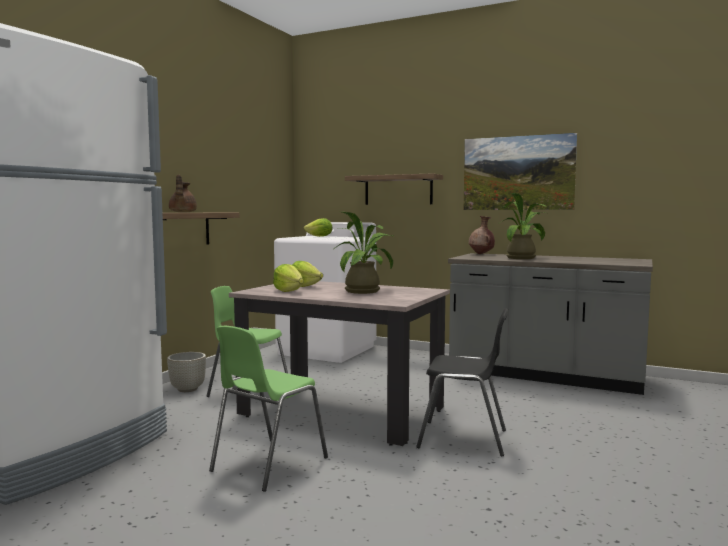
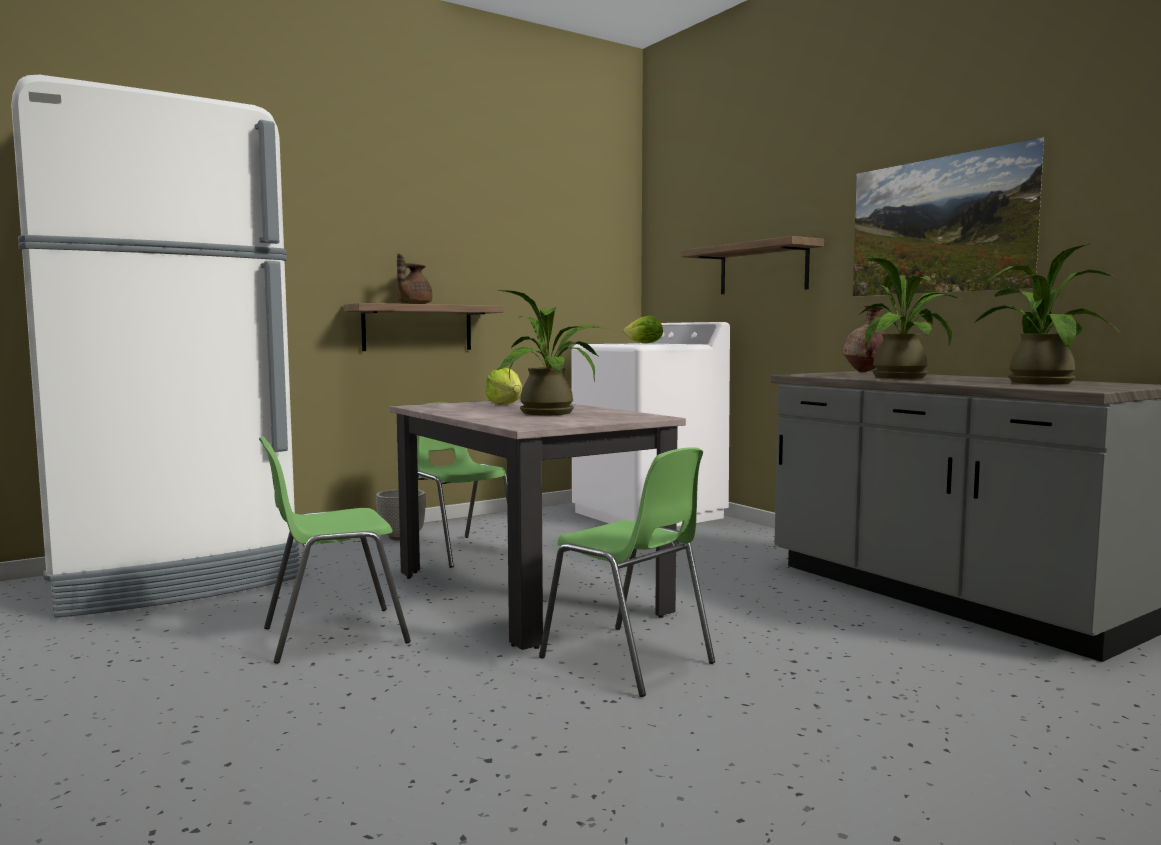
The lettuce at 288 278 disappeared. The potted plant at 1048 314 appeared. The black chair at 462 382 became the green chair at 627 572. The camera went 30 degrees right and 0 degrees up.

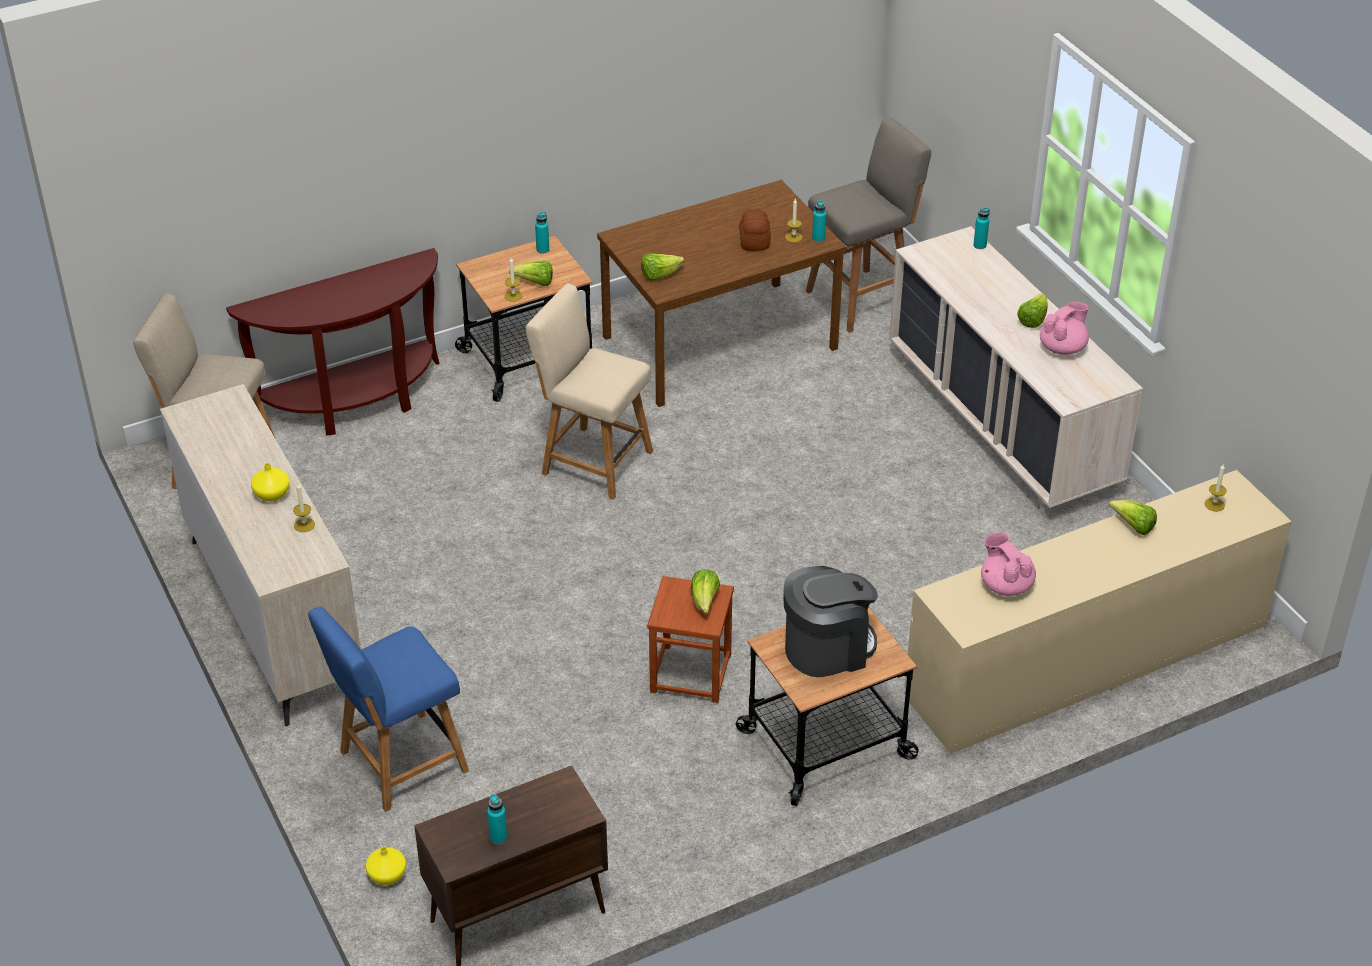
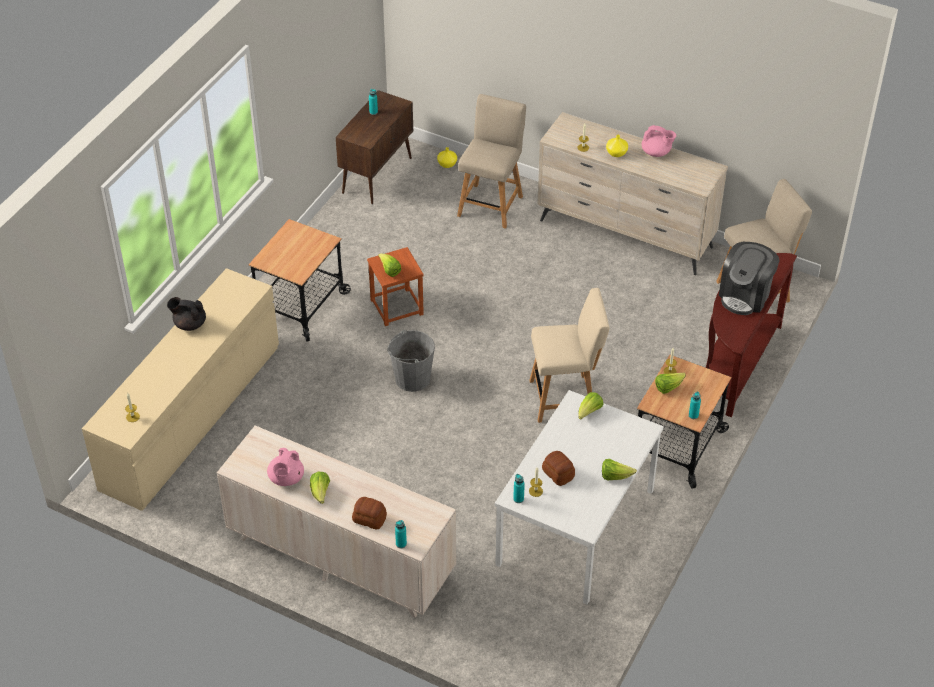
The grey stool at 868 225 disappeared. The black teapot at 186 314 appeared. The bread at 369 513 appeared. The grey bucket at 411 361 appeared. The coffee machine moved from 831 621 to 749 278. The pink teapot moved from 1008 564 to 659 141. The lettuce moved from 1133 517 to 619 469. The blue chair at 388 709 became the beige chair at 491 161. The brown dining table at 721 293 became the white dining table at 579 497. The camera went 145 degrees right and 5 degrees up.

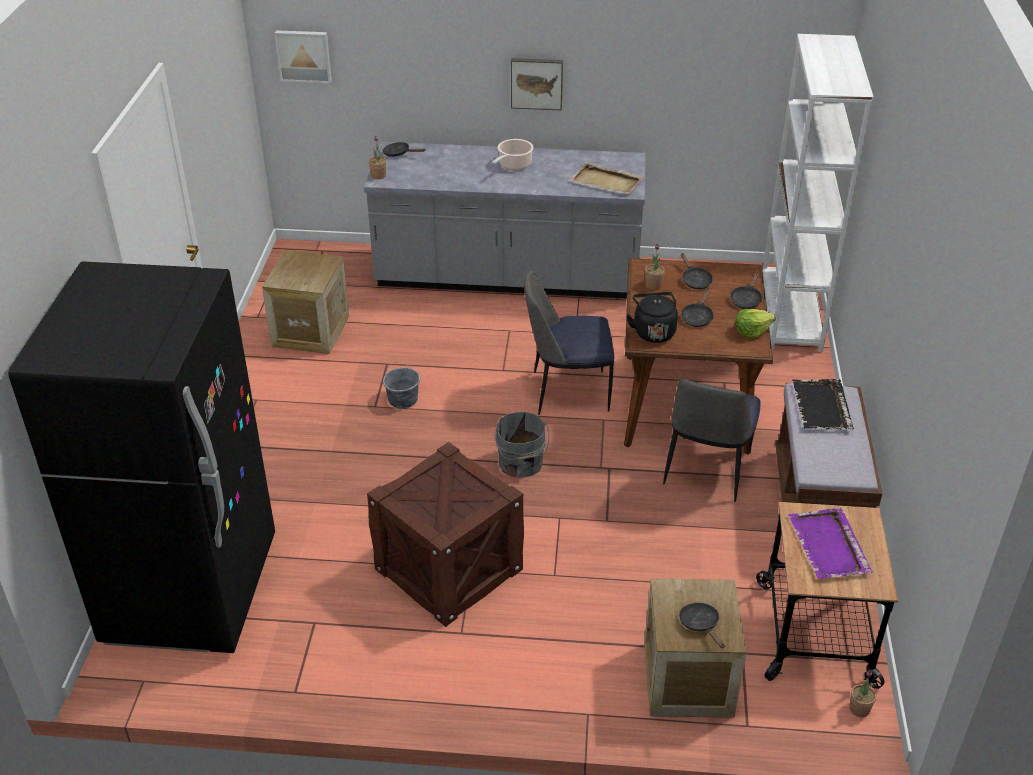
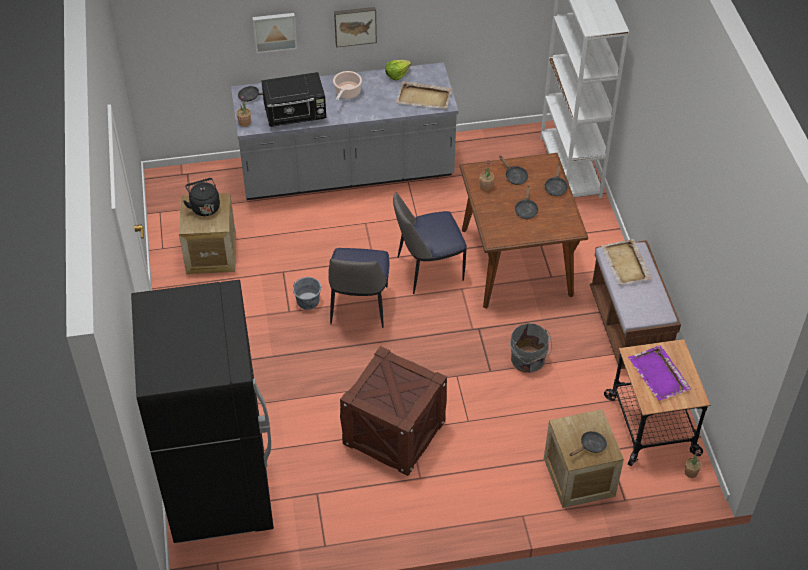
The black microwave at 293 99 appeared. The picture moved from 303 56 to 274 33. The grey bucket moved from 521 444 to 531 348. The black kettle moved from 652 317 to 201 197. The chair moved from 712 440 to 358 288. The lettuce moved from 755 324 to 398 70. The black tray at 823 404 became the beige tray at 626 262. The black frying pan at 702 626 turned 90 degrees clockwise. The camera went 15 degrees left and 10 degrees up.

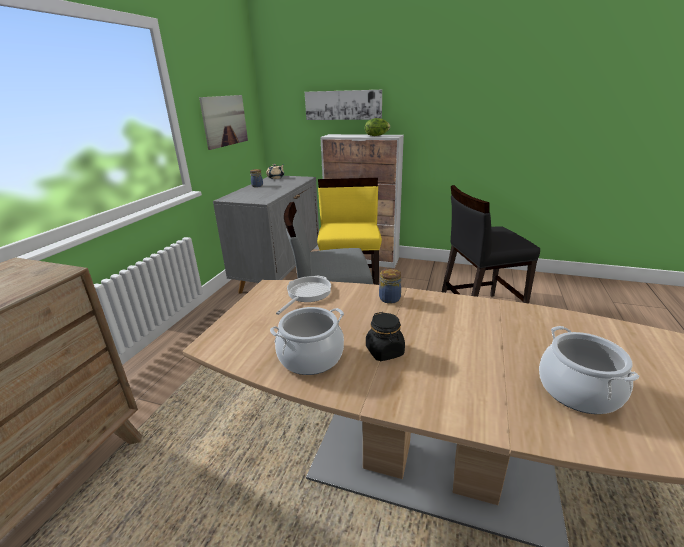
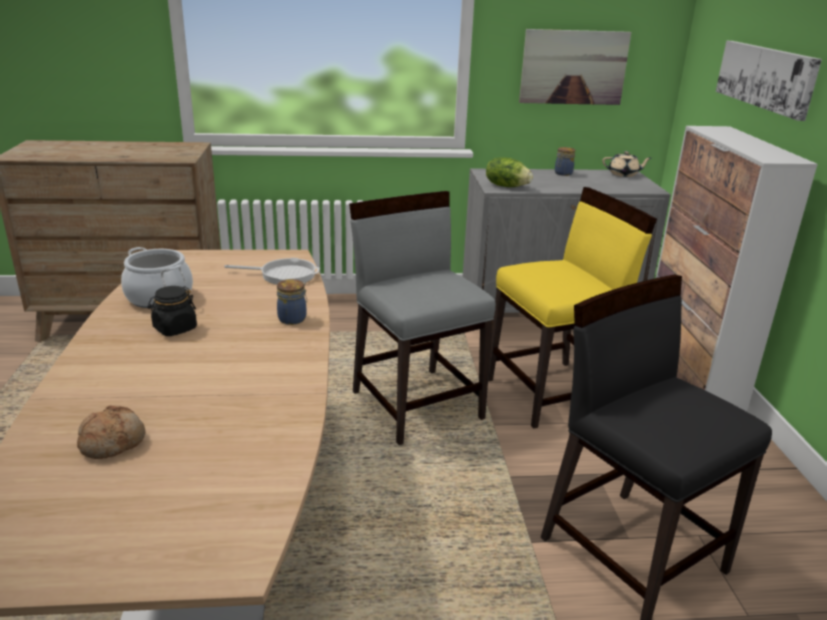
The lettuce moved from 377 127 to 509 172. The cooking pot at 589 370 was replaced by the bread at 111 432. The camera went 65 degrees right and 0 degrees up.

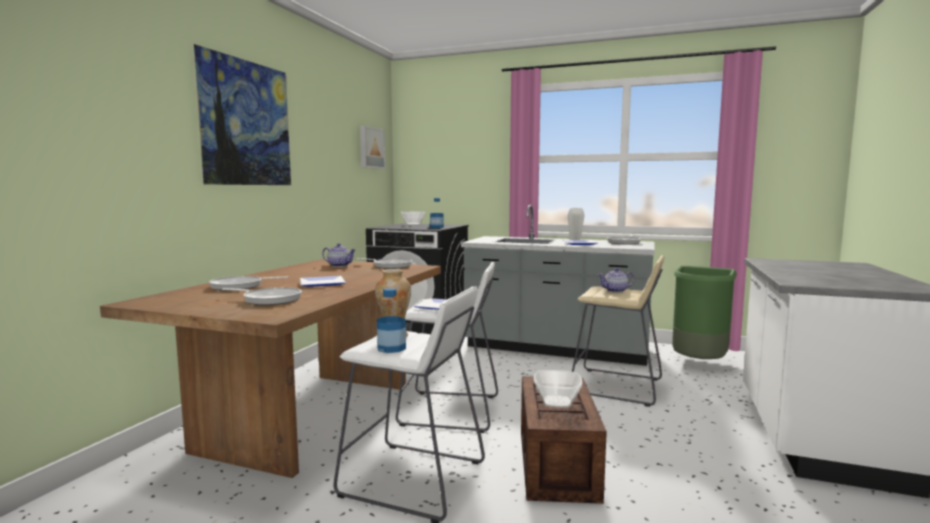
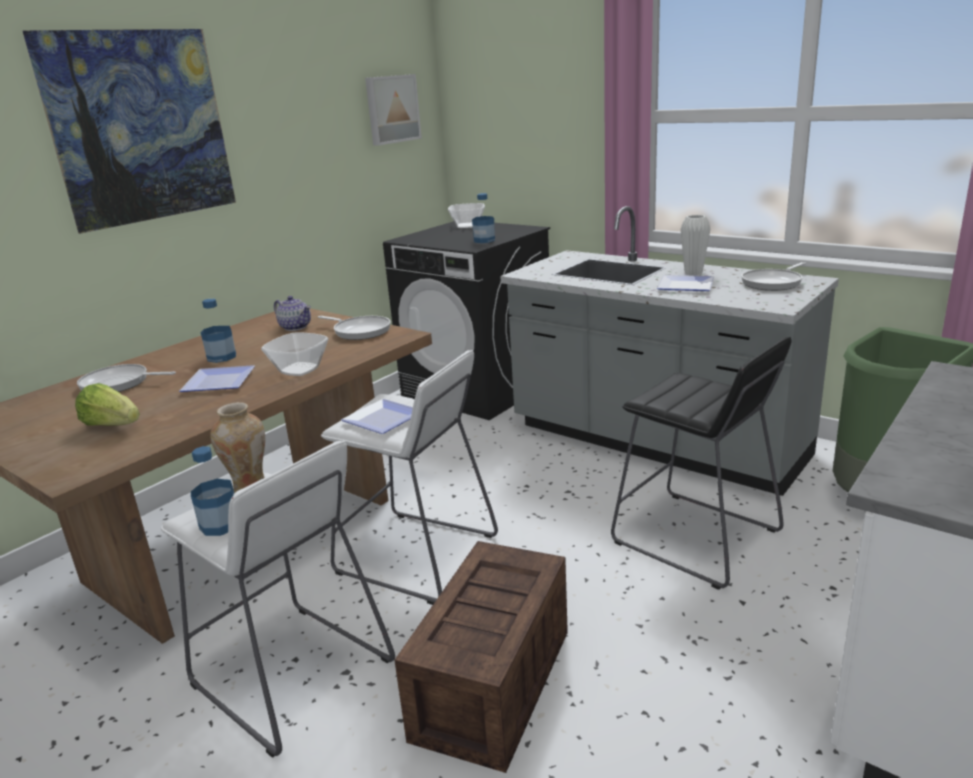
The teapot at 616 280 disappeared. The bottle at 218 331 appeared. The bowl moved from 558 389 to 294 354. The frying pan at 262 296 was replaced by the lettuce at 107 404. The beige stool at 618 331 became the black stool at 701 463. The camera went 20 degrees right and 15 degrees up.

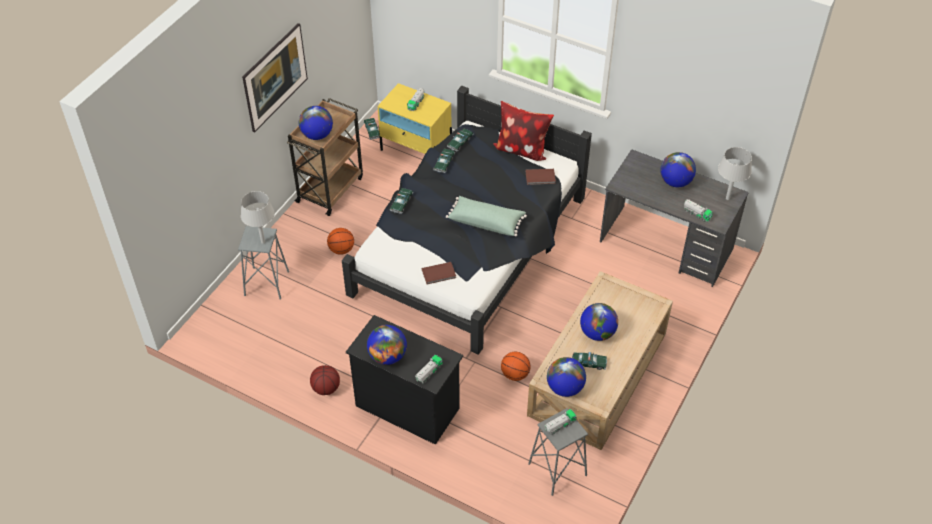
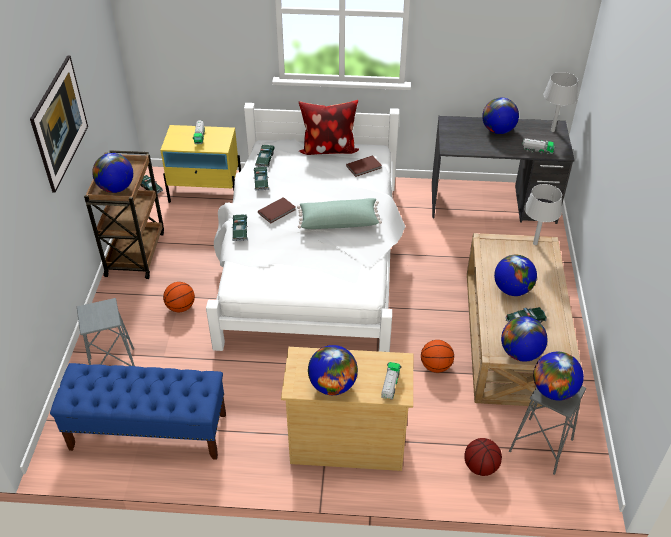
The blue bench at 138 411 appeared. The grey table lamp moved from 258 217 to 543 214. The basketball moved from 325 380 to 483 457. The brown book moved from 439 273 to 277 210. The toy truck at 560 422 was replaced by the globe at 558 376. The black bed at 467 220 became the white bed at 305 227. The black dresser at 404 380 became the beige dresser at 347 409. The camera went 25 degrees left and 5 degrees down.

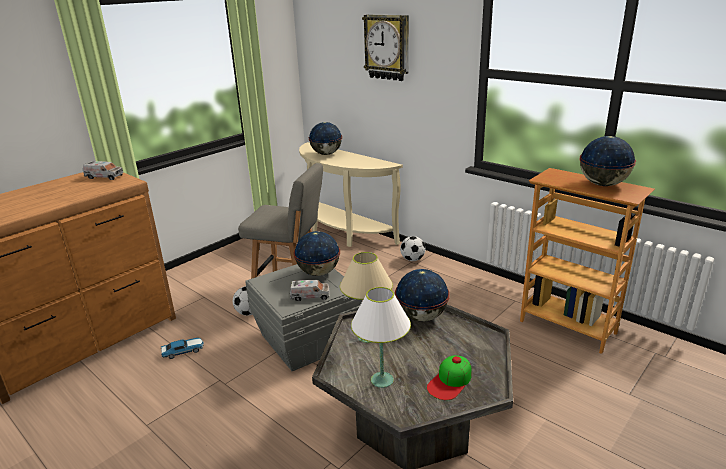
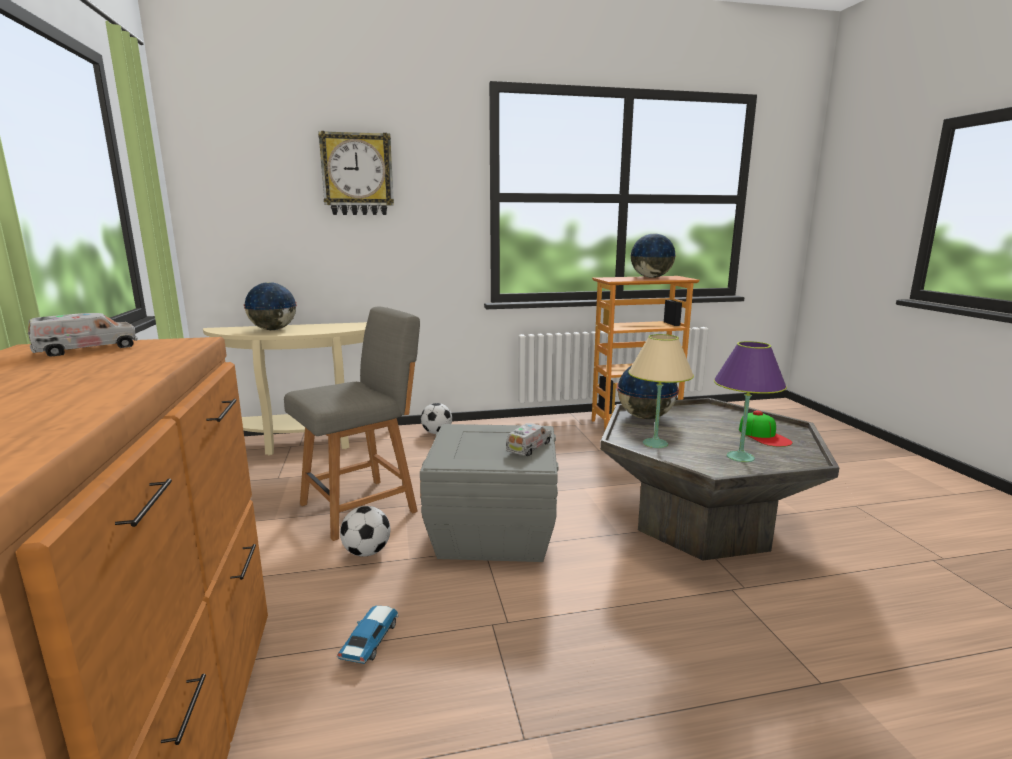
The globe at 317 253 disappeared. The white table lamp at 381 337 became the purple table lamp at 750 401. The camera went 55 degrees left and 10 degrees down.

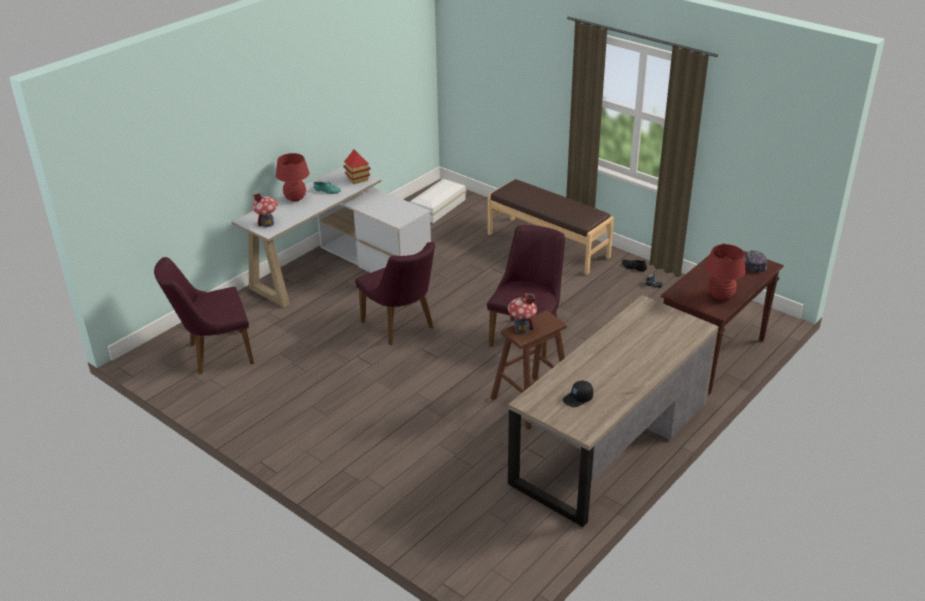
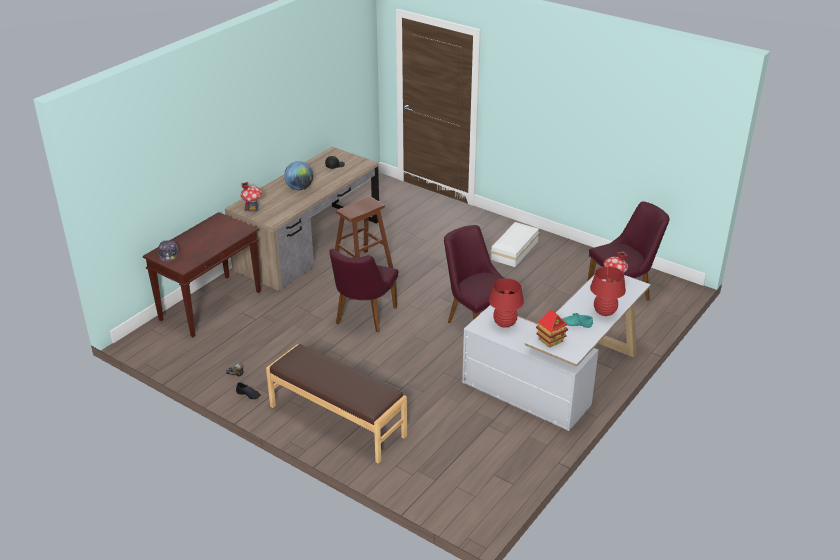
The globe at 298 175 appeared. The white storage box moved from 438 201 to 515 244. The toy house moved from 522 313 to 251 197. The red table lamp moved from 725 272 to 506 303. The camera went 175 degrees right and 0 degrees up.

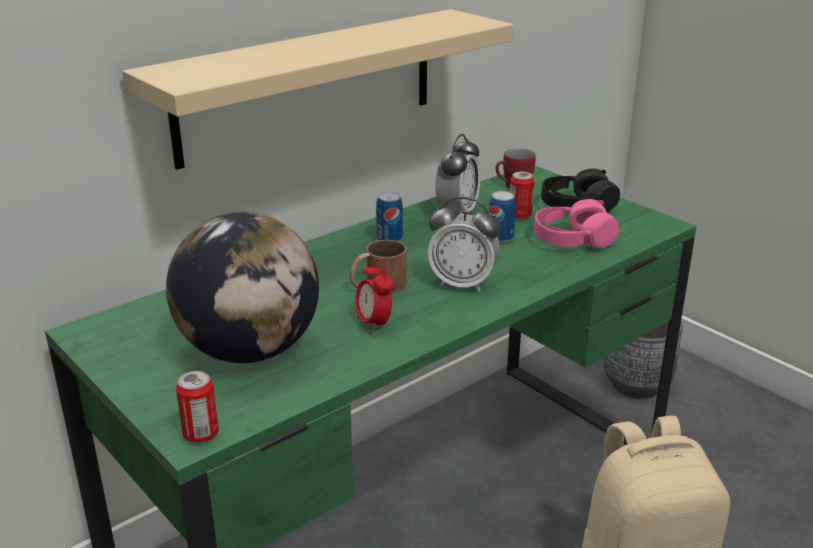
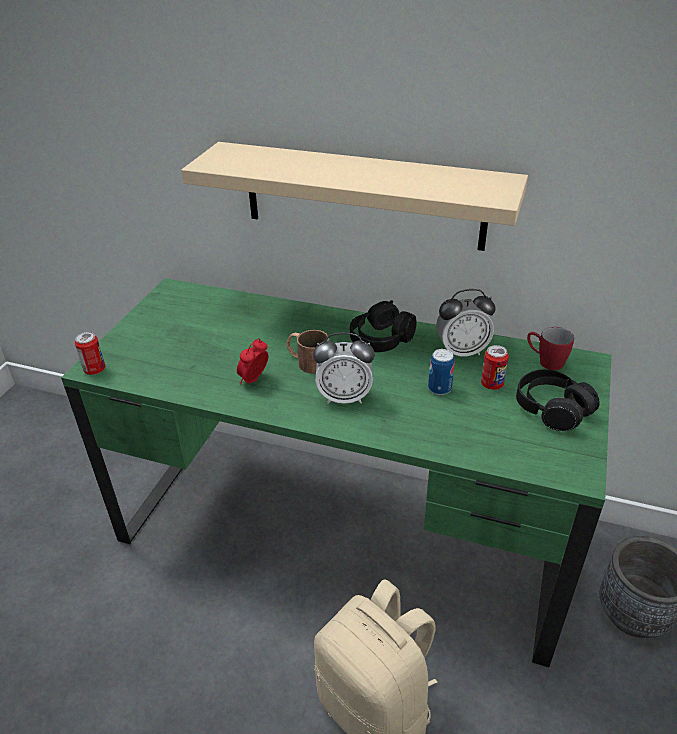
The globe at 242 287 disappeared. The pink headphones at 576 224 disappeared. The can at 389 216 was replaced by the black headphones at 383 326. The alarm clock at 464 244 turned 75 degrees counterclockwise. The camera went 60 degrees right and 10 degrees up.

